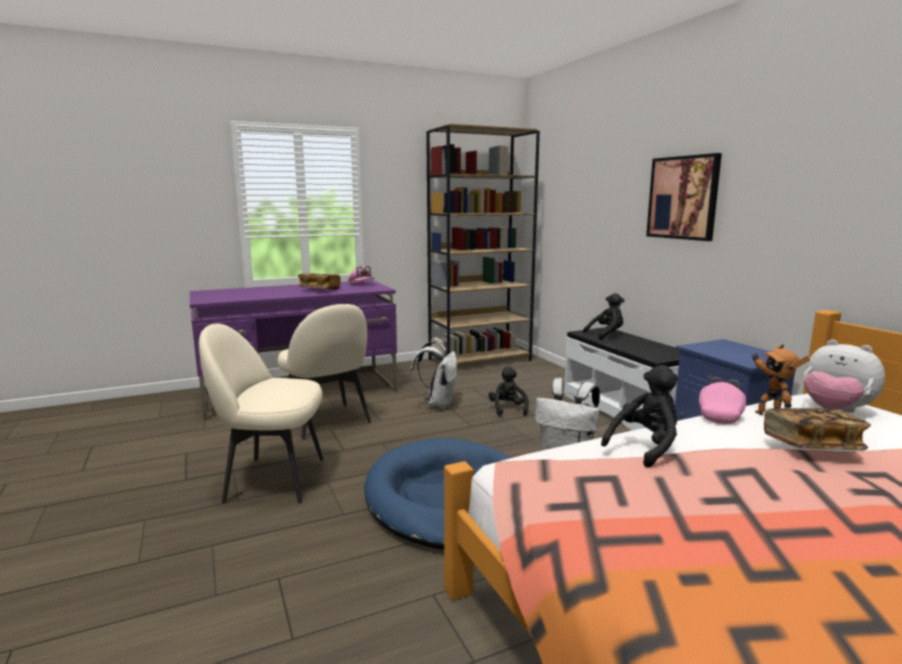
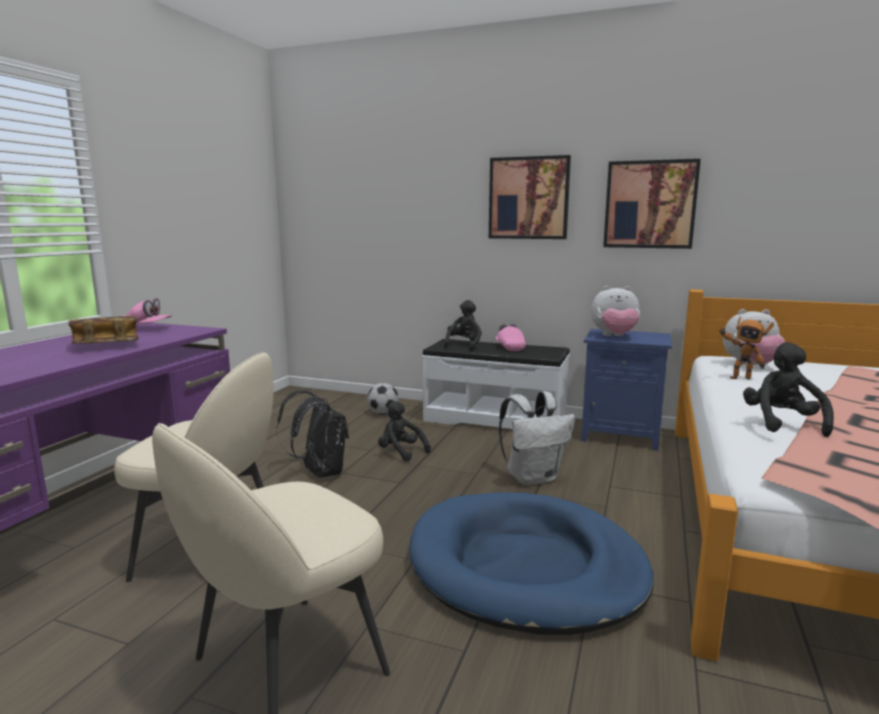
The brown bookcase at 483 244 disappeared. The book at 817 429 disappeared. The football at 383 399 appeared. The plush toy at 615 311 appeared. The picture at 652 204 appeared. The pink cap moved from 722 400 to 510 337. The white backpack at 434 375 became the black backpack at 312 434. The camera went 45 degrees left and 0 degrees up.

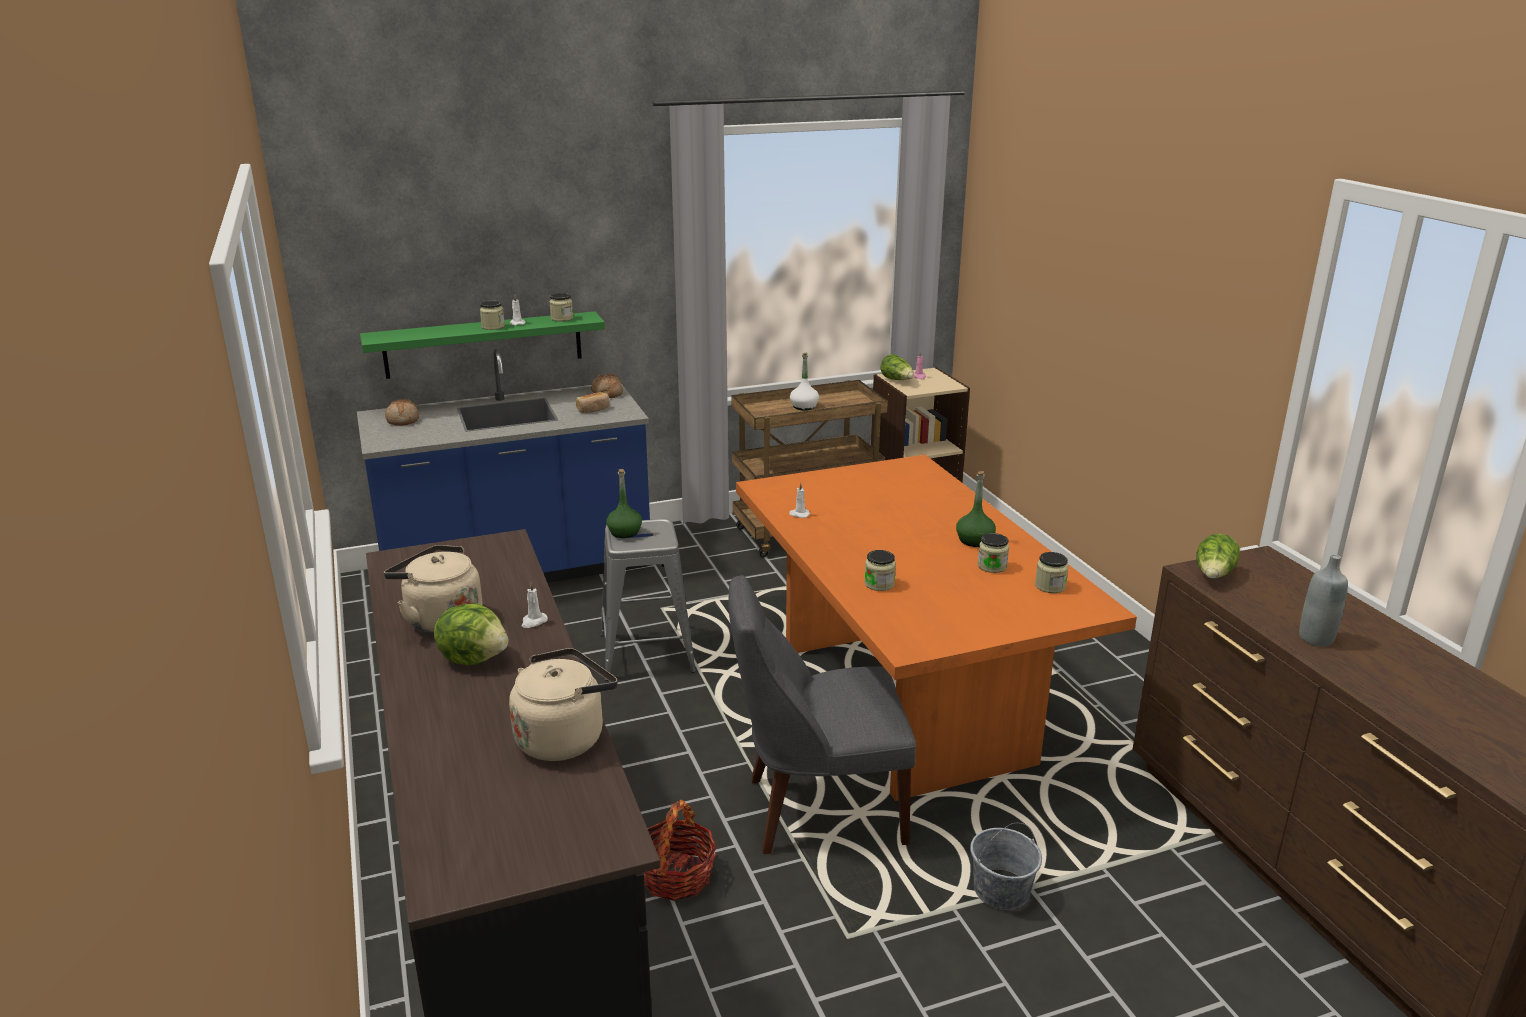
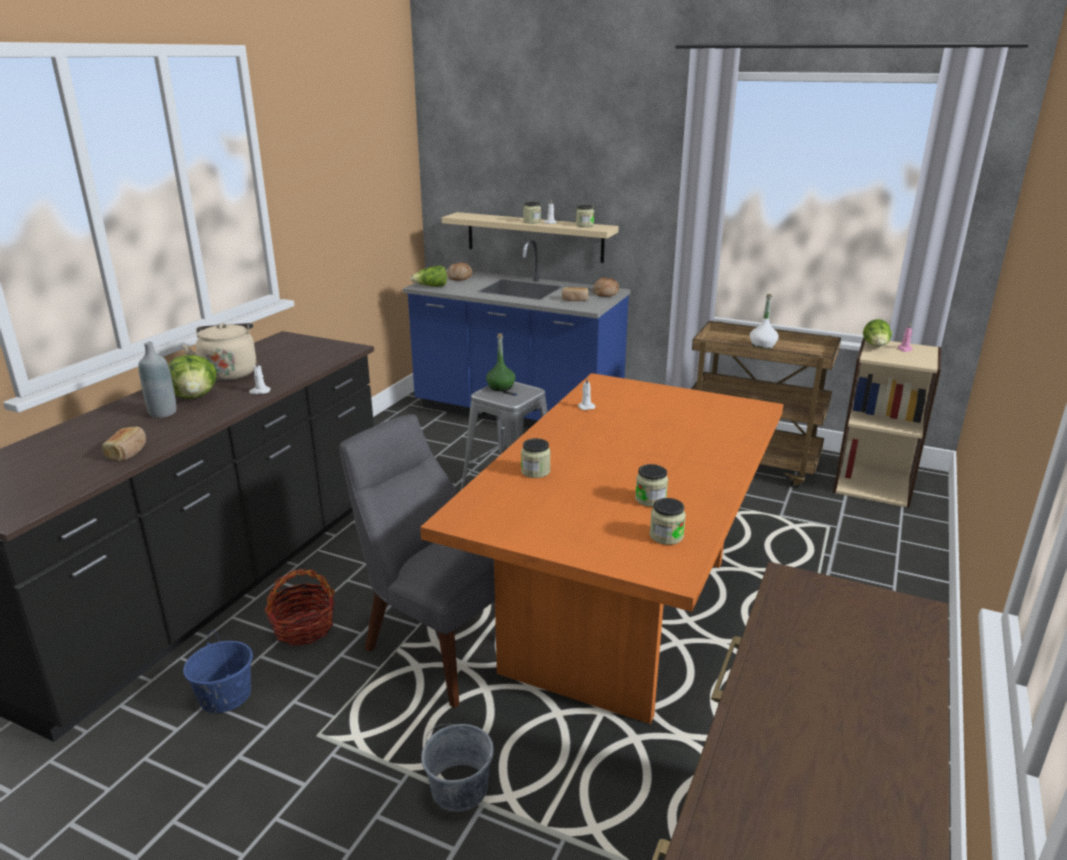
The green bottle at 976 509 disappeared. The blue bucket at 218 671 appeared. The lettuce moved from 1218 556 to 428 276. The grey bottle moved from 1323 600 to 157 380. The beige kettle at 563 704 was replaced by the bread at 124 443. The green shelf at 482 345 became the beige shelf at 530 237. The camera went 45 degrees right and 0 degrees up.

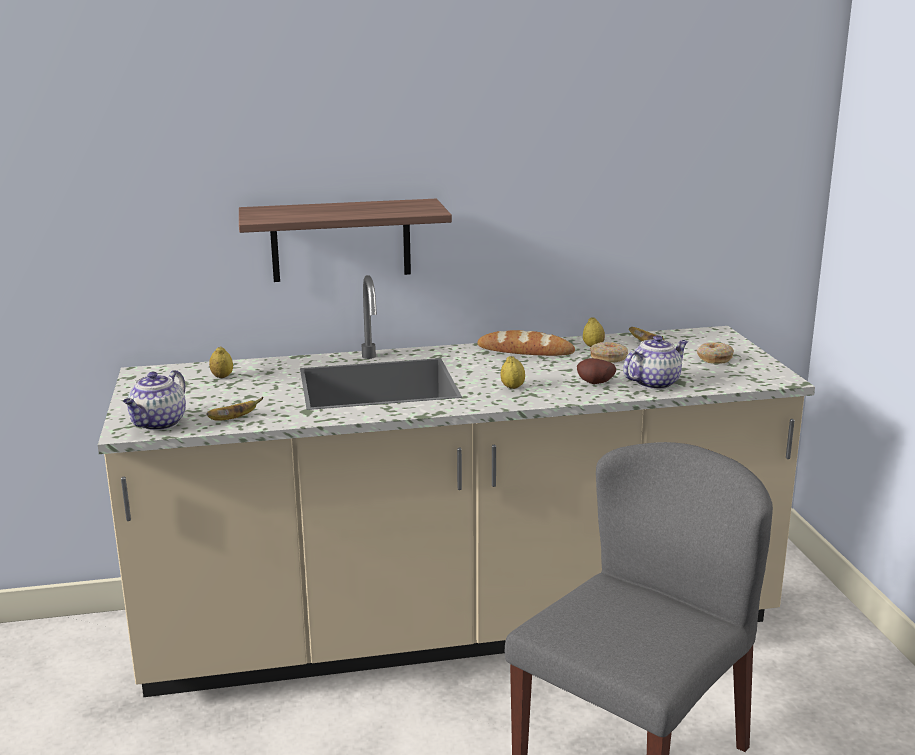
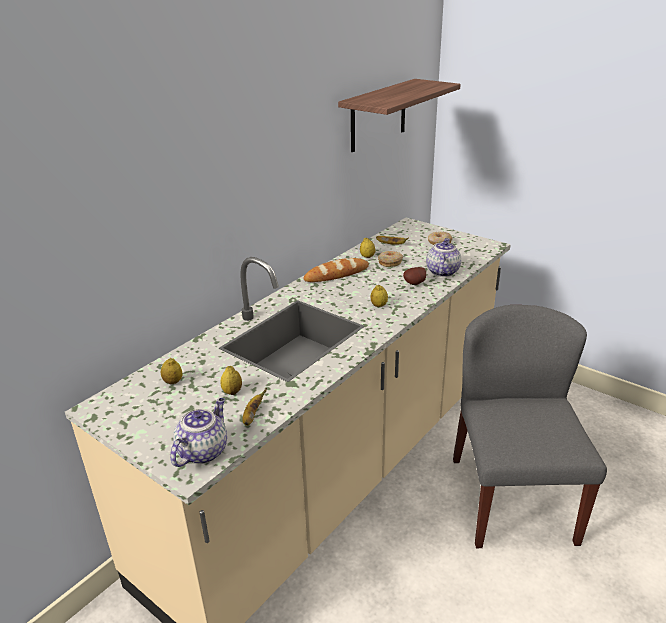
The lemon at 231 380 appeared. The shelf moved from 345 240 to 399 115. The teapot at 154 400 turned 135 degrees counterclockwise. The camera went 40 degrees left and 10 degrees up.

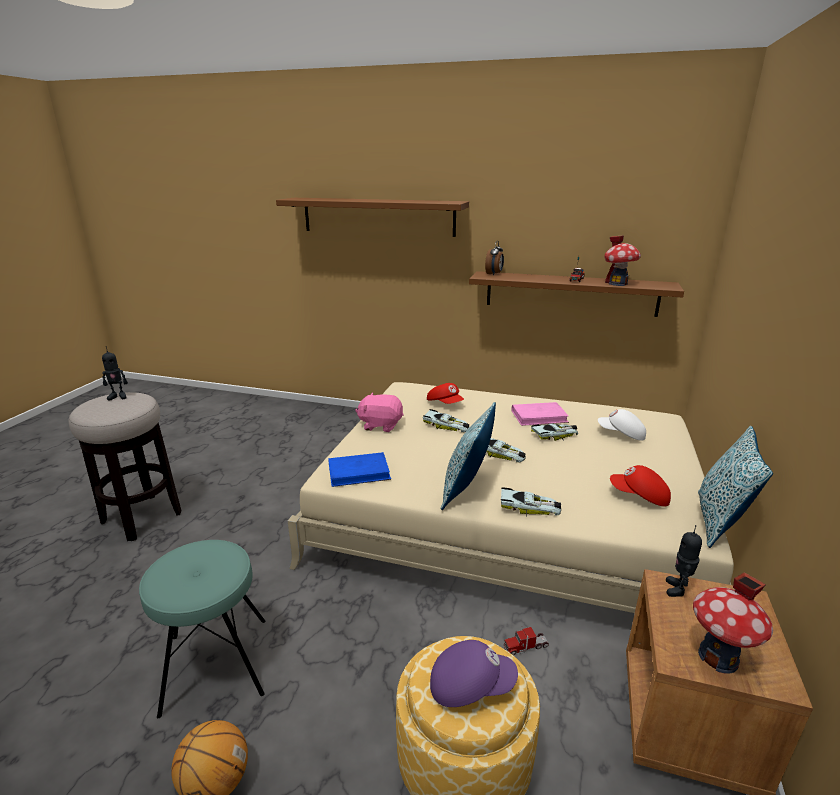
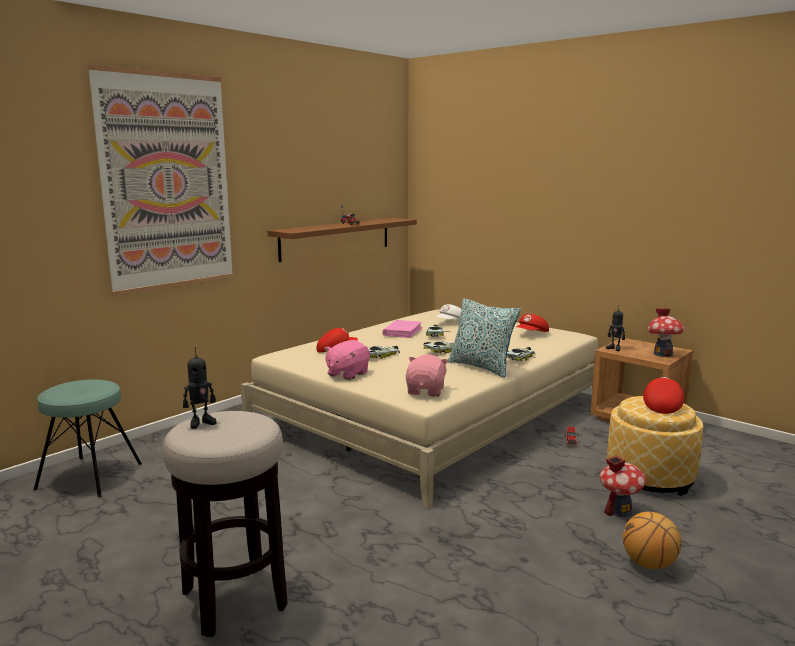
The alarm clock at 494 258 disappeared. The pillow at 735 487 disappeared. The turquoise stool moved from 202 629 to 87 438. The toy house moved from 622 260 to 623 486. The brown shelf at 372 217 was replaced by the picture at 160 180. The blue book at 359 469 was replaced by the pink plush toy at 427 375. The purple cap at 474 673 became the red cap at 663 395. The toy robot at 115 373 turned 45 degrees clockwise. The camera went 65 degrees left and 10 degrees down.

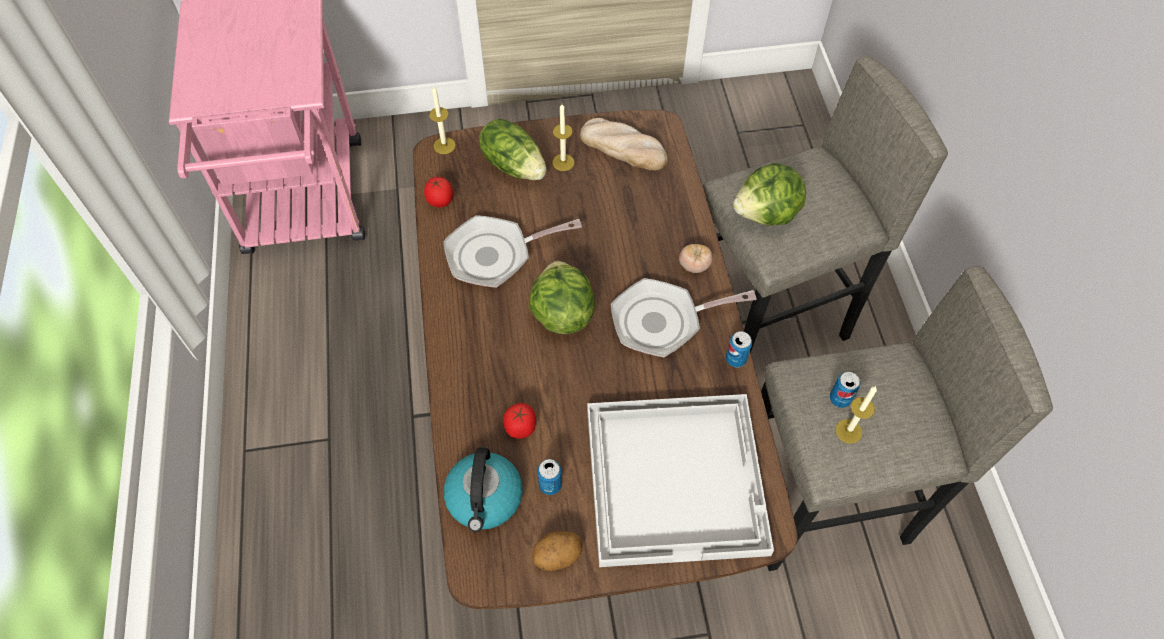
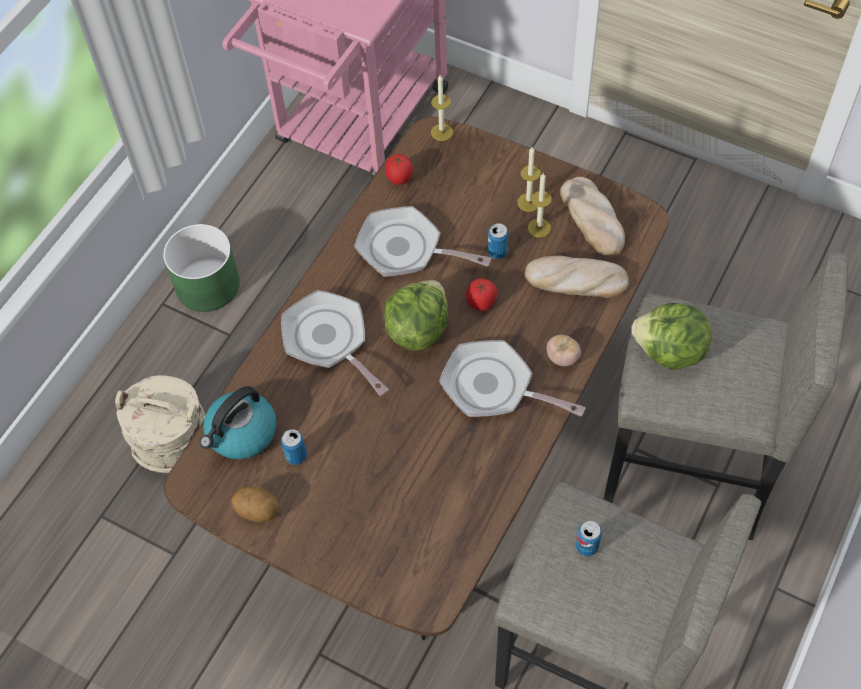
The lettuce at 513 149 disappeared. The white tray at 680 480 disappeared. The beige bucket at 160 424 appeared. The green planter at 201 268 appeared. The frying pan at 335 343 appeared. The bread at 577 277 appeared. The tomato moved from 519 420 to 481 295. The can moved from 739 349 to 498 241. The candle moved from 856 415 to 540 205. The camera went 40 degrees right and 0 degrees up.

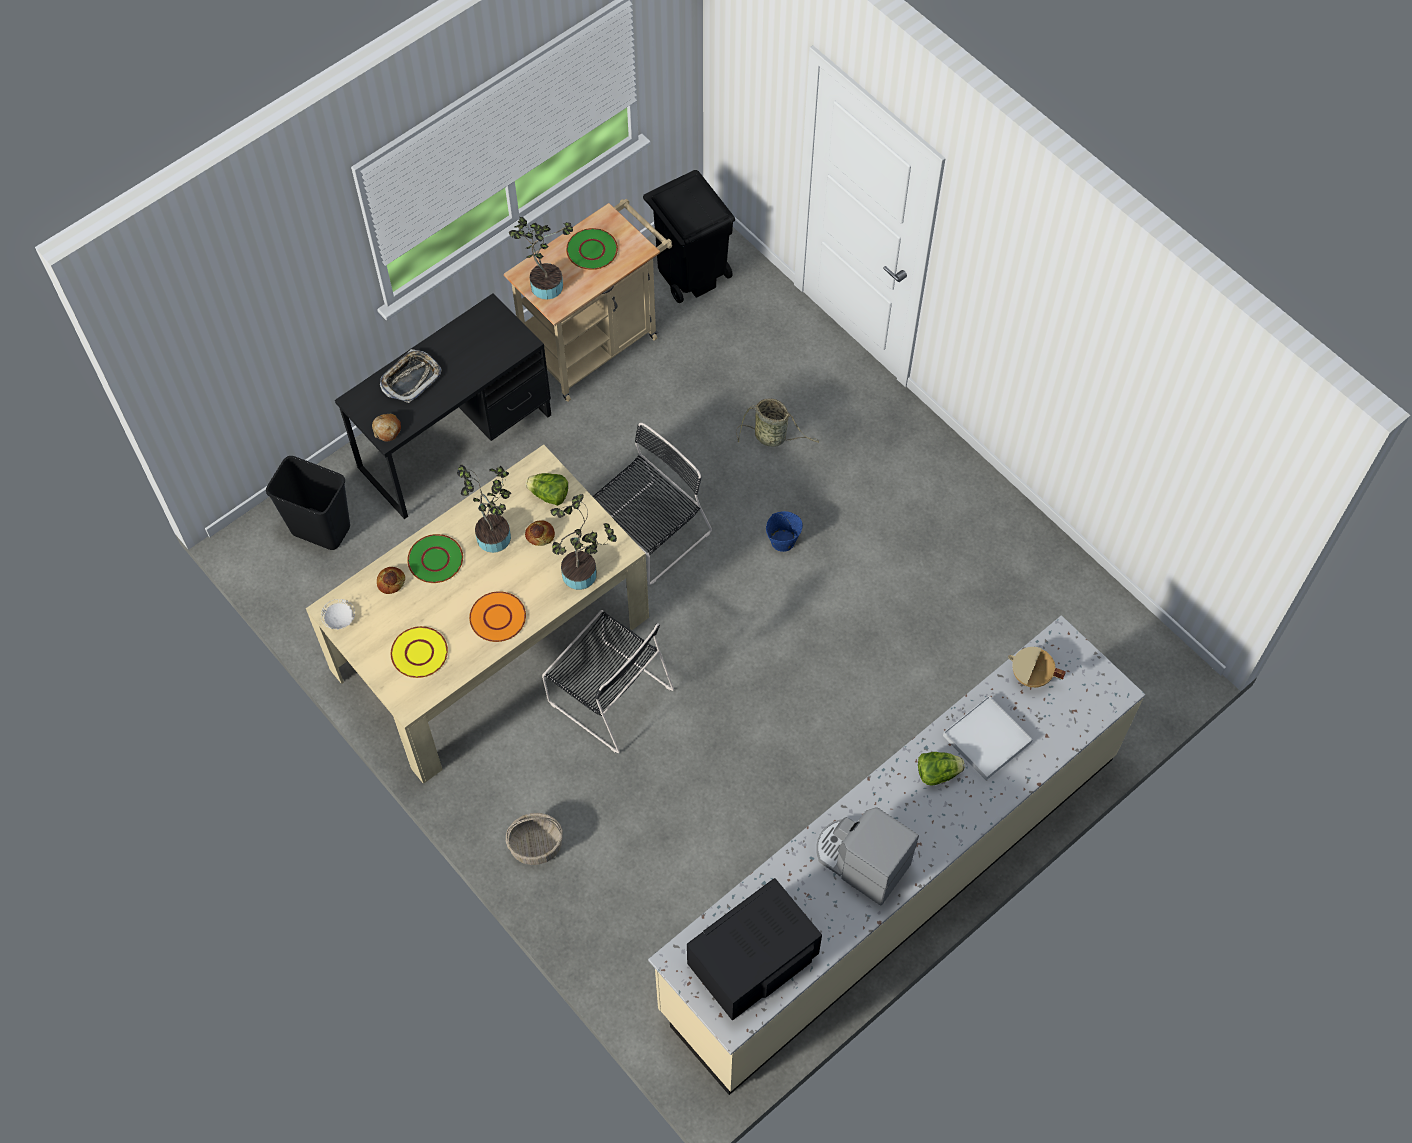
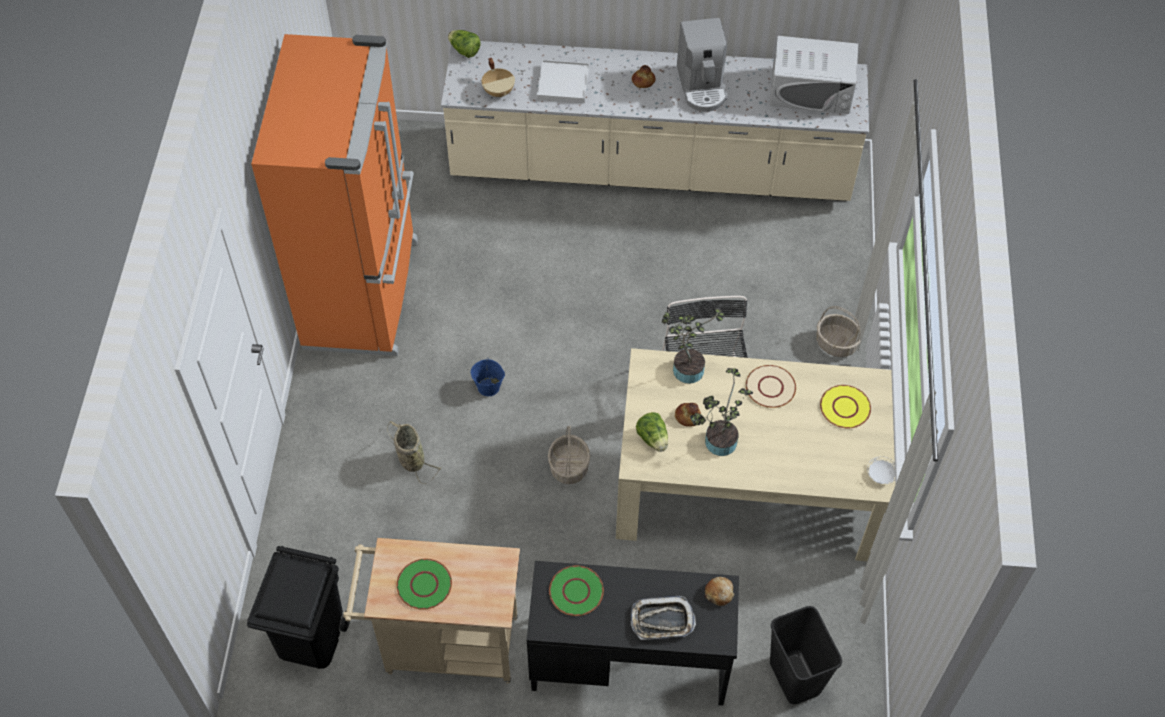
The potted plant at 541 258 disappeared. The orange fridge at 334 195 appeared. The bread moved from 391 580 to 644 76. The green plate moved from 435 558 to 576 591. The lettuce moved from 941 769 to 464 44. The black chair at 652 504 was replaced by the basket at 569 454. The orange plate at 497 616 became the beige plate at 771 386. The black microwave at 754 949 became the white microwave at 813 75. The camera went 135 degrees left and 5 degrees down.

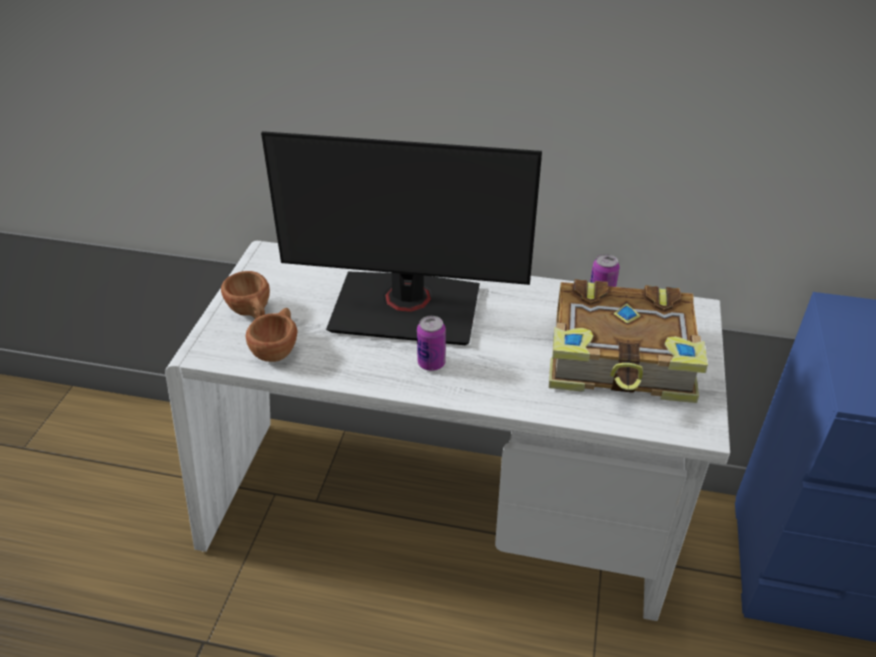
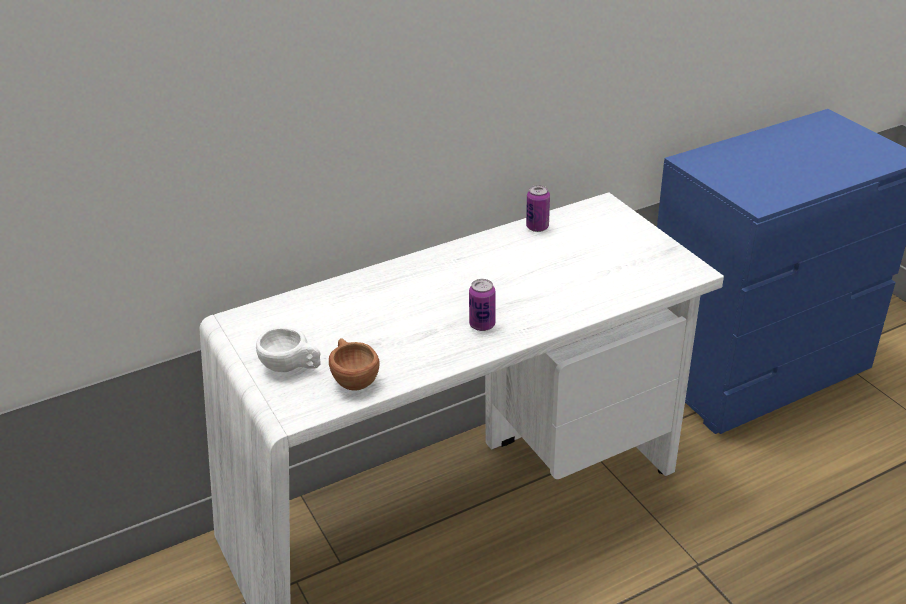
The monitor at 401 238 disappeared. The book at 628 341 disappeared. The brown cup at 245 295 became the white cup at 288 349. The camera went 40 degrees left and 5 degrees down.

